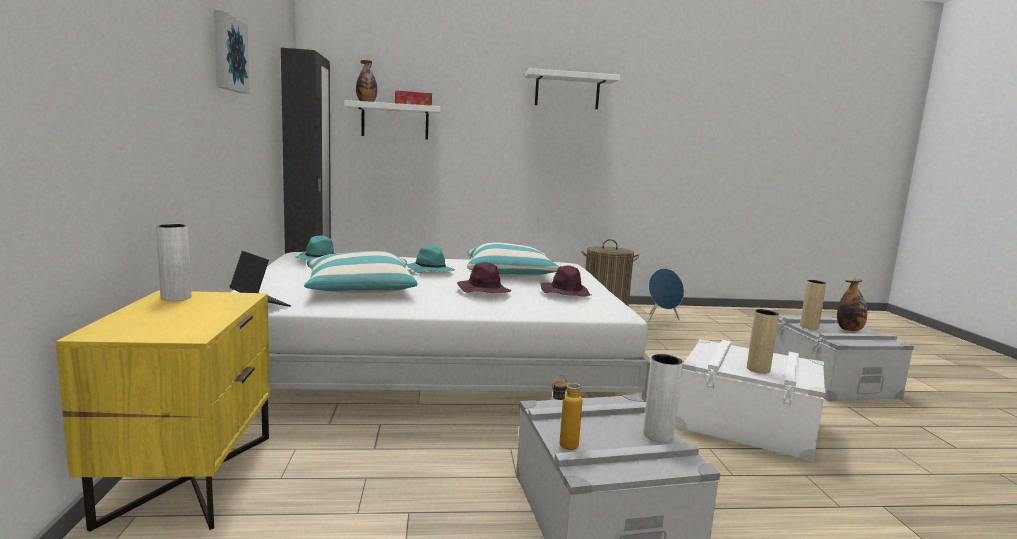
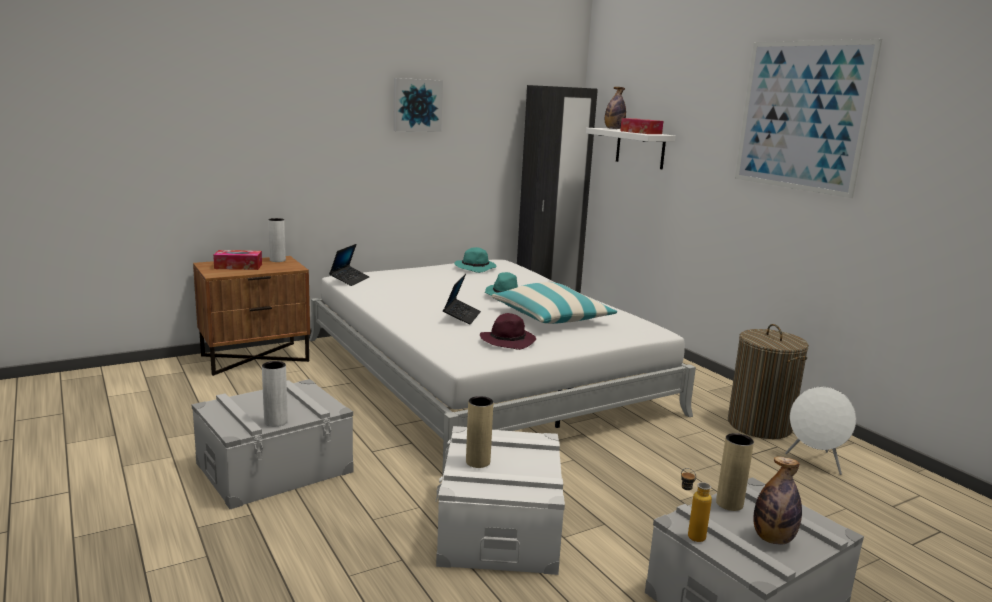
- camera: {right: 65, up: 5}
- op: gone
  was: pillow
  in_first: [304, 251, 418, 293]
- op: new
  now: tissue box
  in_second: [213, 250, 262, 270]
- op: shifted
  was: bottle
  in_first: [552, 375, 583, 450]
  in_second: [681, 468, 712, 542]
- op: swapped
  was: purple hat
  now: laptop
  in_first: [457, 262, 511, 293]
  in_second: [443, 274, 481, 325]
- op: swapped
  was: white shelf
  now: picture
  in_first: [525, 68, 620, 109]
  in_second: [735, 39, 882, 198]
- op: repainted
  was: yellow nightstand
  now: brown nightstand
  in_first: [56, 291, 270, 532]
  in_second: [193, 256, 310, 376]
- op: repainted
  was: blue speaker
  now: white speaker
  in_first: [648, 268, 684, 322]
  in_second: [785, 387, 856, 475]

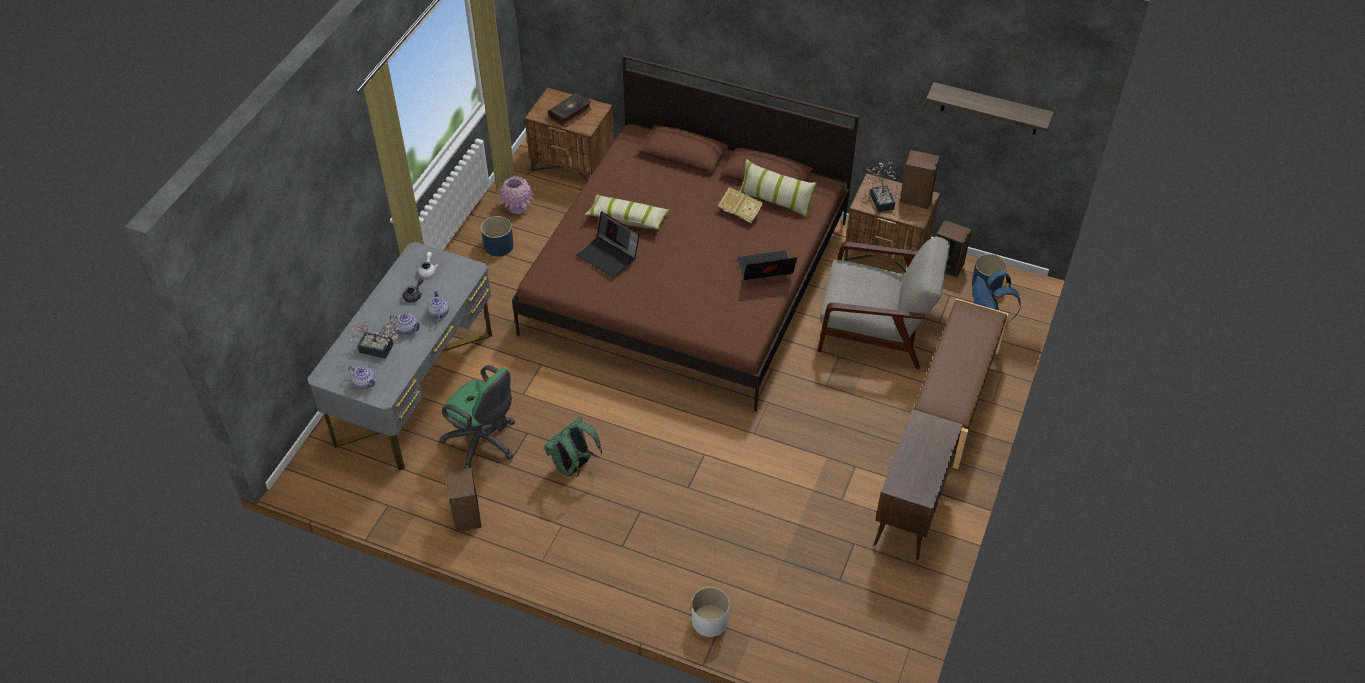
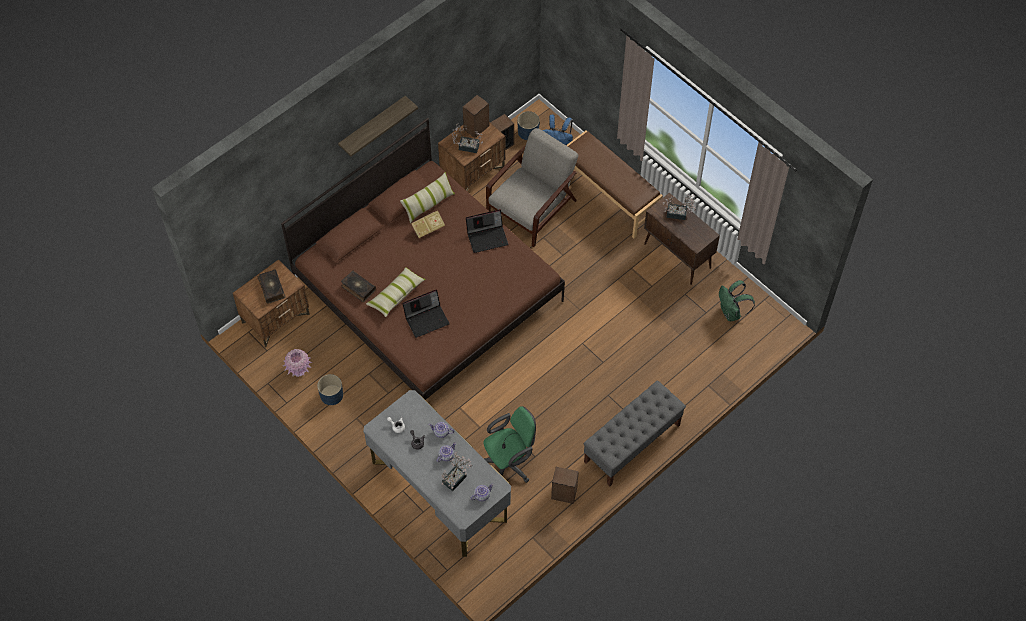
- camera: {right: -65, up: 10}
- op: gone
  was: white planter
  in_first: [691, 587, 730, 637]
- op: new
  now: book
  in_second: [341, 270, 376, 302]
- op: new
  now: grey bench
  in_second: [583, 380, 686, 487]
- op: new
  now: potted plant
  in_second: [663, 194, 696, 220]
- op: shifted
  was: green backpack
  in_first: [544, 417, 602, 478]
  in_second: [719, 280, 755, 321]
- op: shifted
  was: shelf
  in_first: [926, 82, 1054, 134]
  in_second: [338, 96, 418, 156]
- op: rotated
  was: laptop
  in_first: [737, 251, 797, 280]
  in_second: [466, 210, 508, 253]
  clockwise: -120

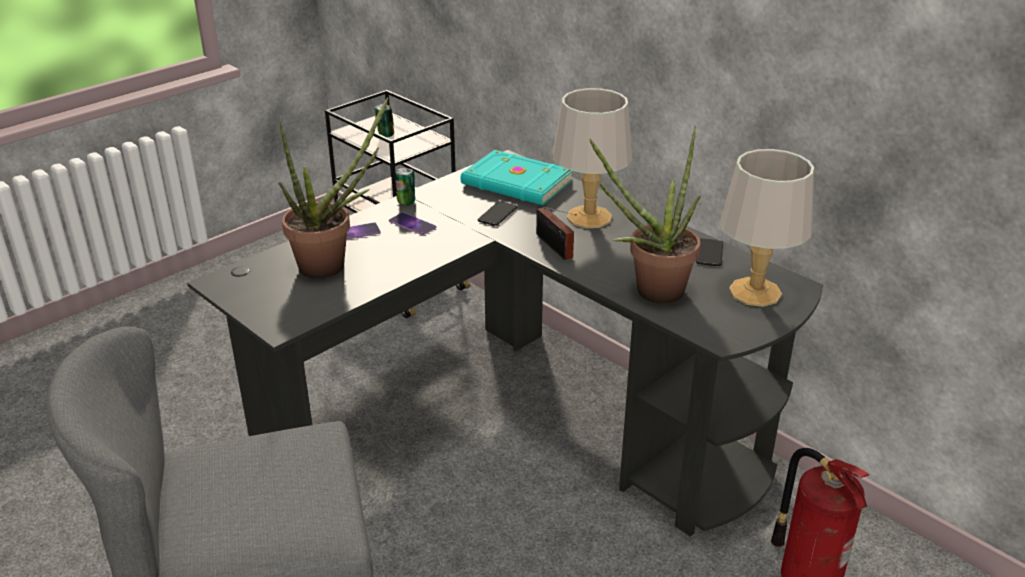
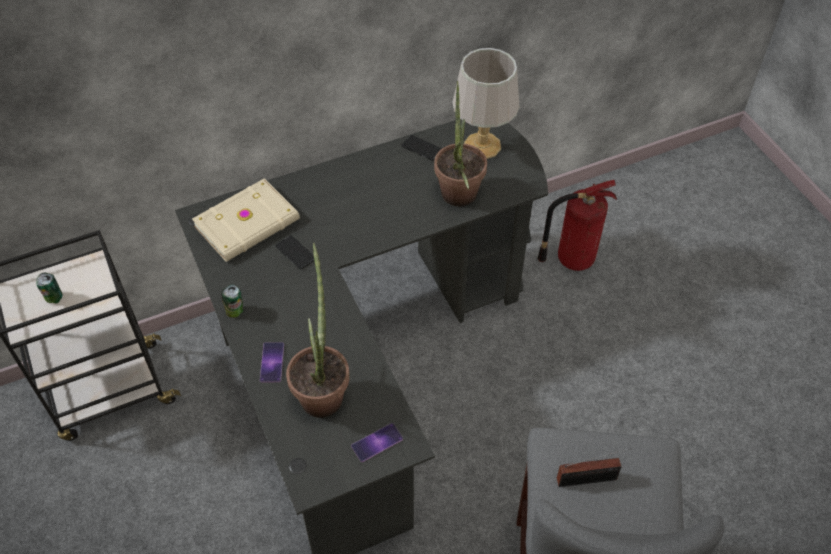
- camera: {right: -70, up: 20}
- op: gone
  was: grey table lamp
  in_first: [553, 88, 632, 228]
- op: shifted
  was: phone
  in_first: [389, 212, 437, 235]
  in_second: [351, 423, 403, 462]
- op: shifted
  was: radio
  in_first: [536, 207, 576, 260]
  in_second: [557, 448, 631, 487]
- op: repainted
  was: turquoise book
  now: beige book
  in_first: [461, 150, 573, 205]
  in_second: [192, 178, 300, 262]

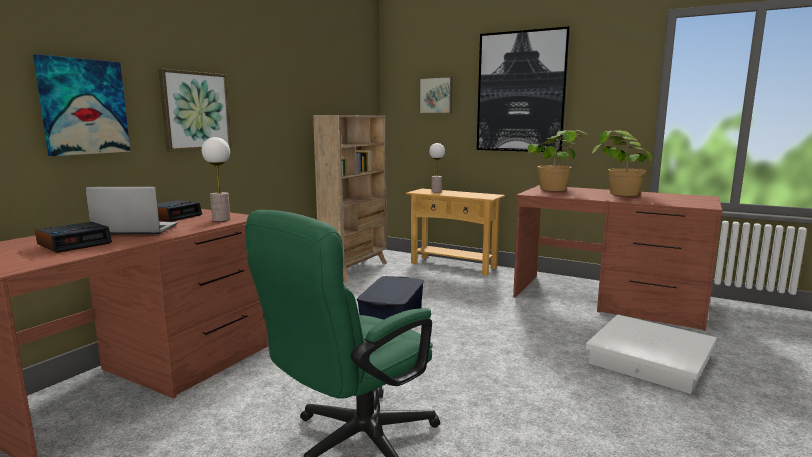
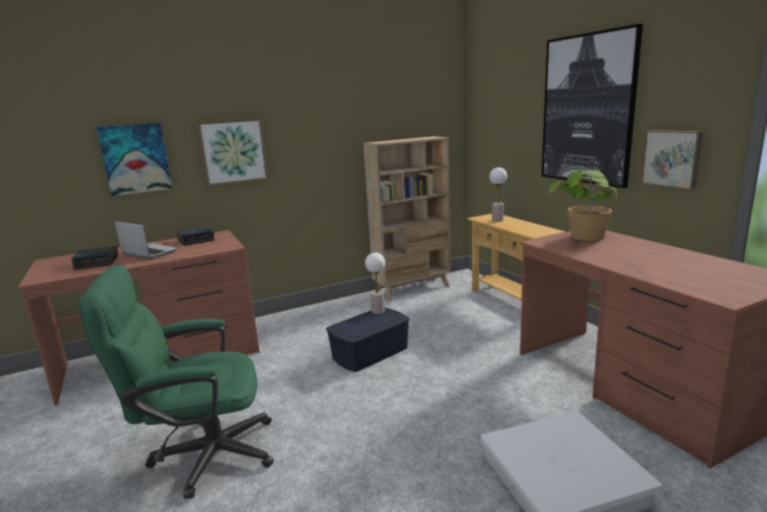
- camera: {right: 35, up: 5}
- op: gone
  was: potted plant
  in_first: [592, 130, 652, 196]
- op: shifted
  was: table lamp
  in_first: [202, 137, 230, 221]
  in_second: [365, 252, 385, 314]
- op: shifted
  was: picture
  in_first: [419, 77, 453, 114]
  in_second: [641, 130, 703, 190]

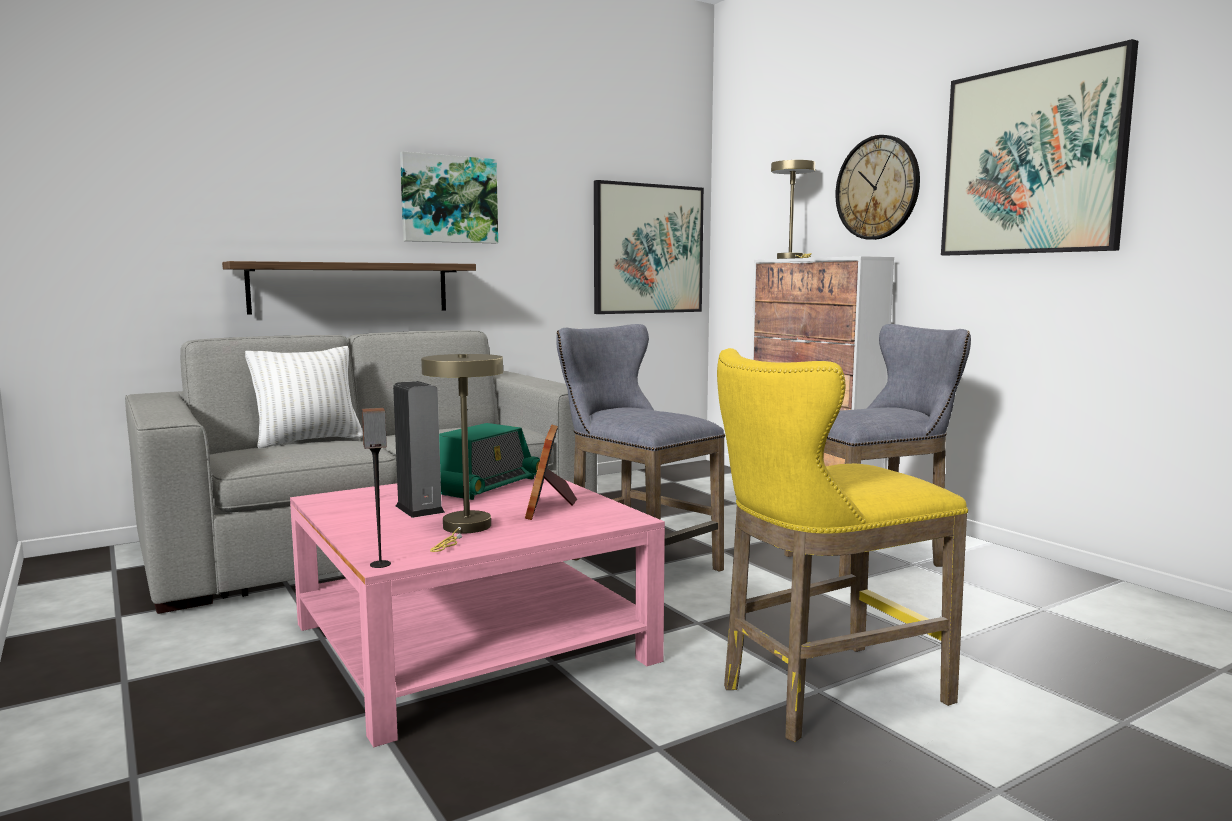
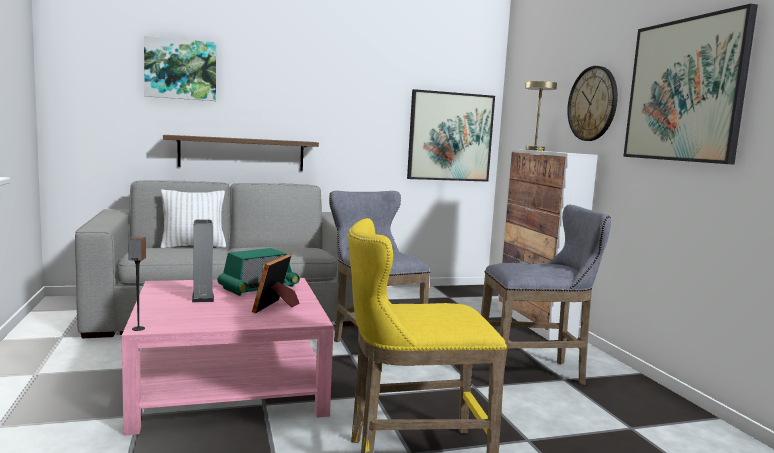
- camera: {right: 15, up: 0}
- op: gone
  was: beige table lamp
  in_first: [421, 354, 503, 552]
- op: shifted
  was: picture
  in_first: [400, 151, 498, 243]
  in_second: [144, 36, 216, 101]

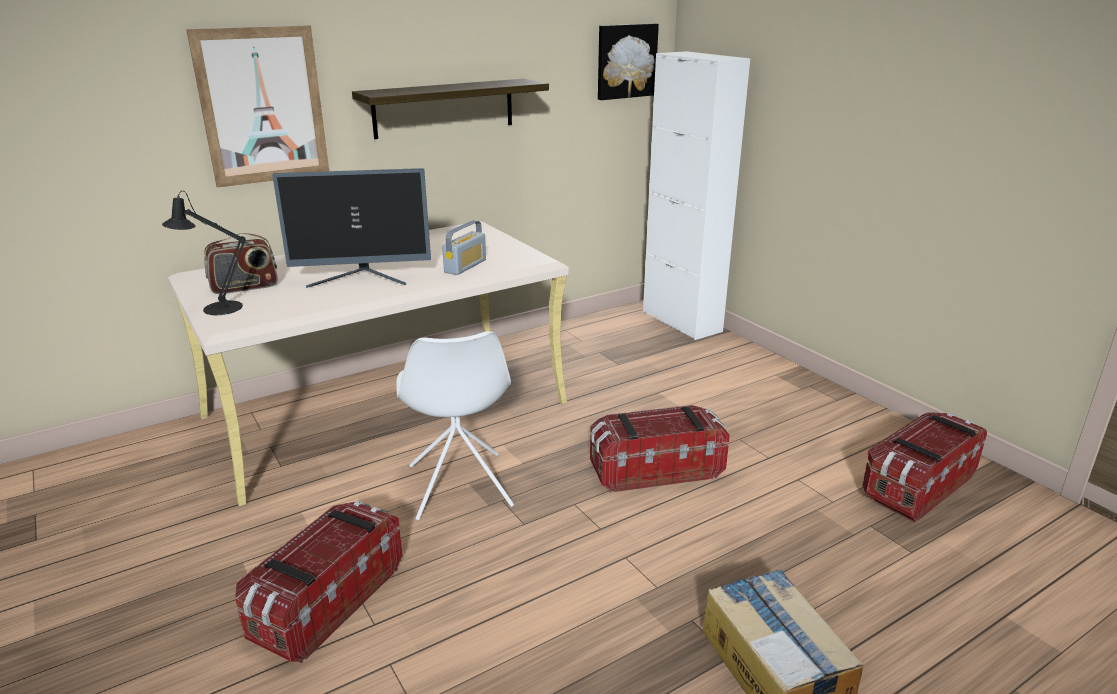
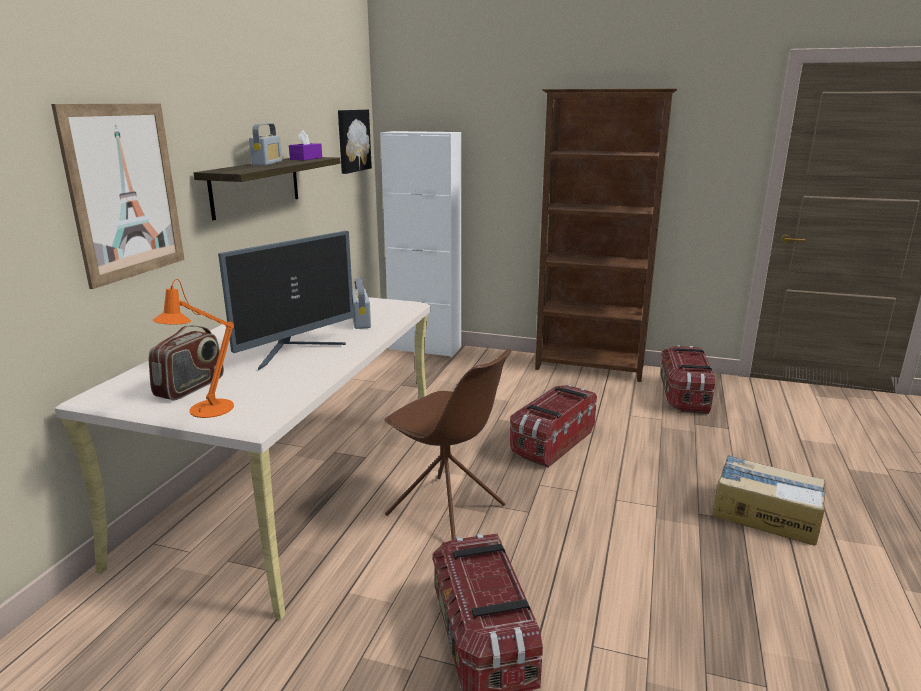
- camera: {right: -40, up: -5}
- op: new
  now: radio
  in_second: [249, 123, 282, 166]
- op: new
  now: purple tissue box
  in_second: [289, 130, 322, 160]
- op: new
  now: brown bookcase
  in_second: [535, 89, 677, 382]
- op: repainted
  was: black table lamp
  now: orange table lamp
  in_first: [162, 191, 246, 315]
  in_second: [152, 279, 234, 418]
- op: repainted
  was: white chair
  now: brown chair
  in_first: [396, 331, 514, 520]
  in_second: [384, 349, 511, 540]

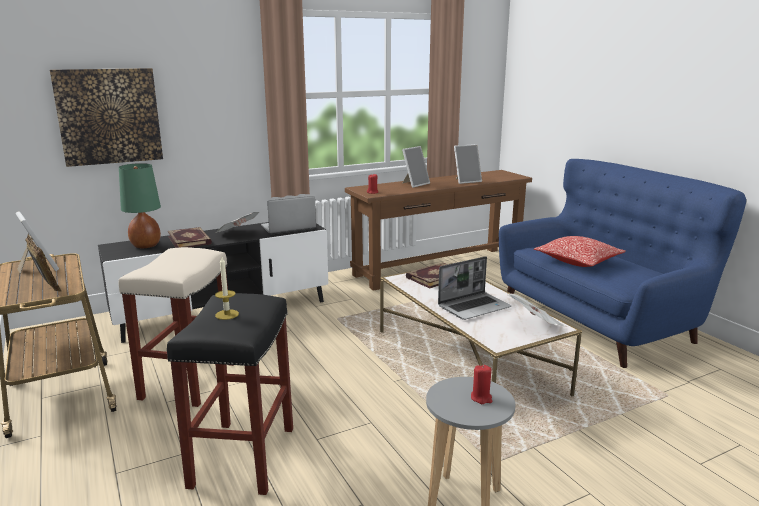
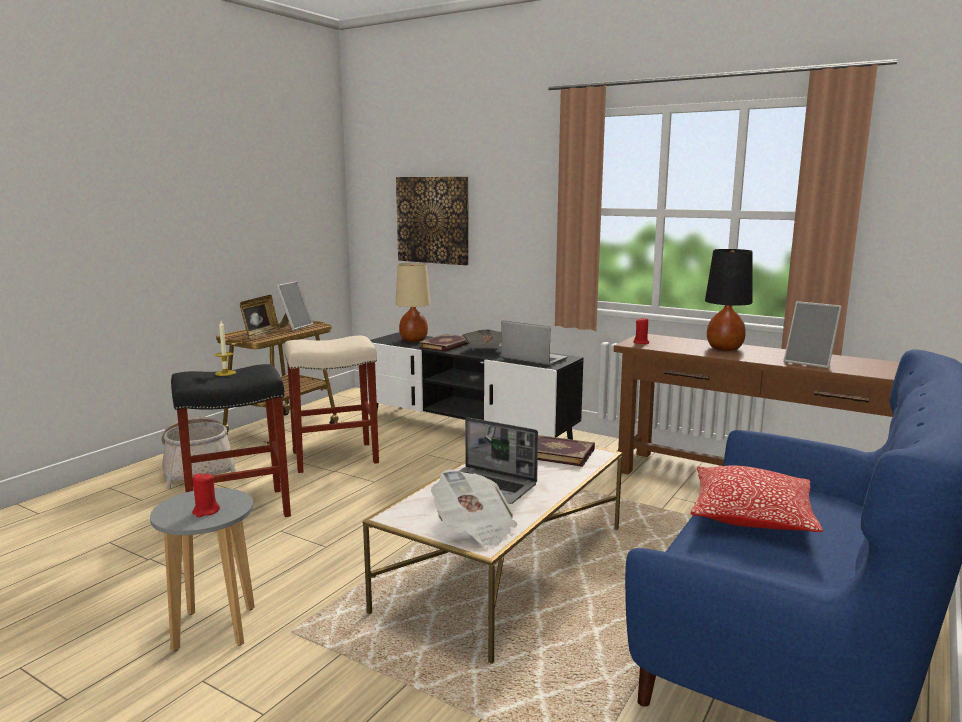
- camera: {right: 60, up: -5}
- op: new
  now: basket
  in_second: [162, 417, 236, 489]
- op: swapped
  was: picture frame
  now: black table lamp
  in_first: [402, 146, 430, 188]
  in_second: [705, 249, 753, 351]
- op: repainted
  was: green table lamp
  now: beige table lamp
  in_first: [119, 163, 161, 248]
  in_second: [395, 263, 431, 342]

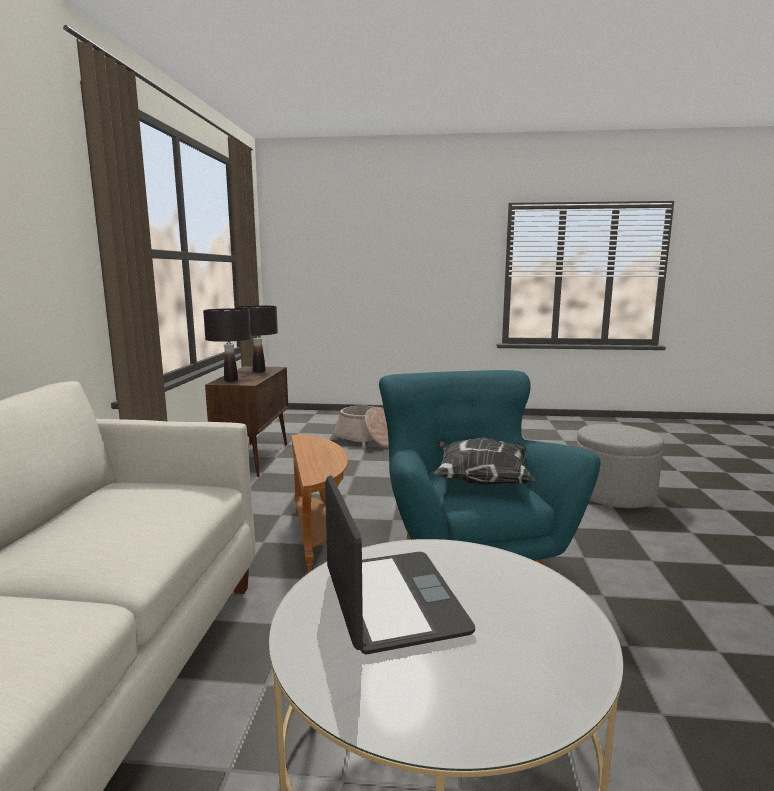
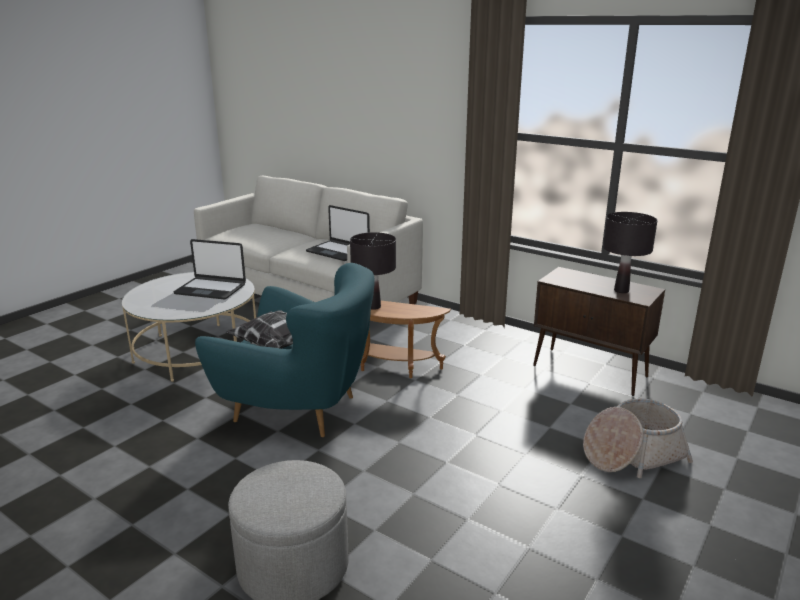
- camera: {right: 120, up: 10}
- op: new
  now: laptop
  in_second: [306, 205, 370, 261]
- op: shifted
  was: black table lamp
  in_first: [203, 308, 251, 381]
  in_second: [350, 232, 396, 310]

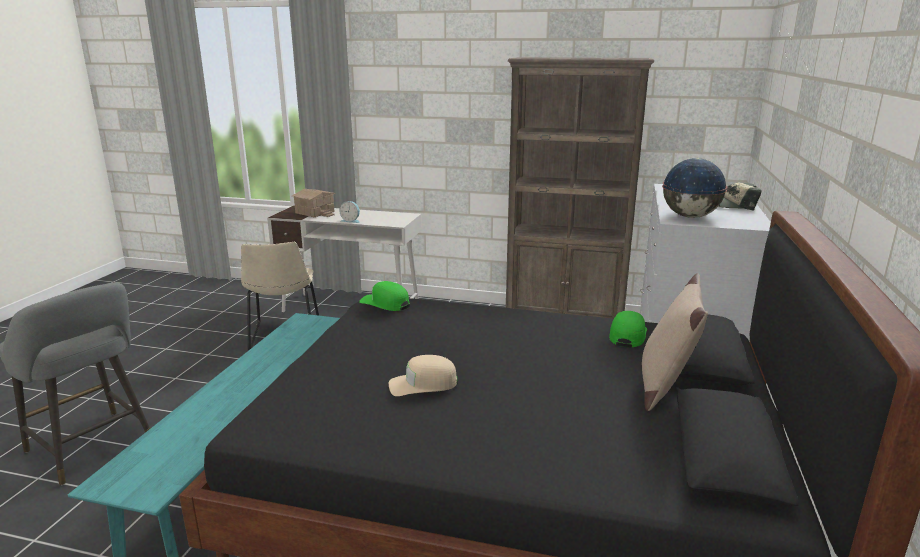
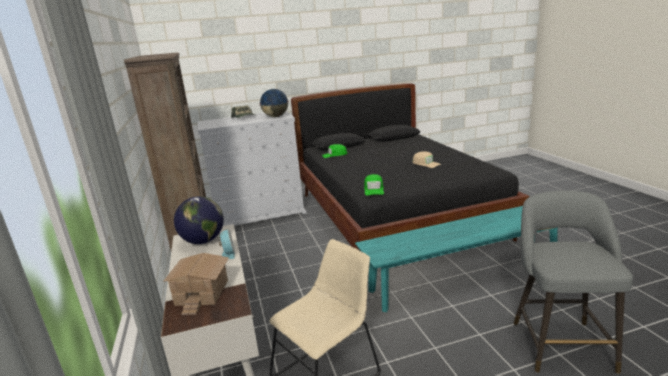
- camera: {right: -120, up: 0}
- op: gone
  was: beige pillow
  in_first: [642, 273, 708, 411]
- op: new
  now: globe
  in_second: [174, 196, 224, 244]

